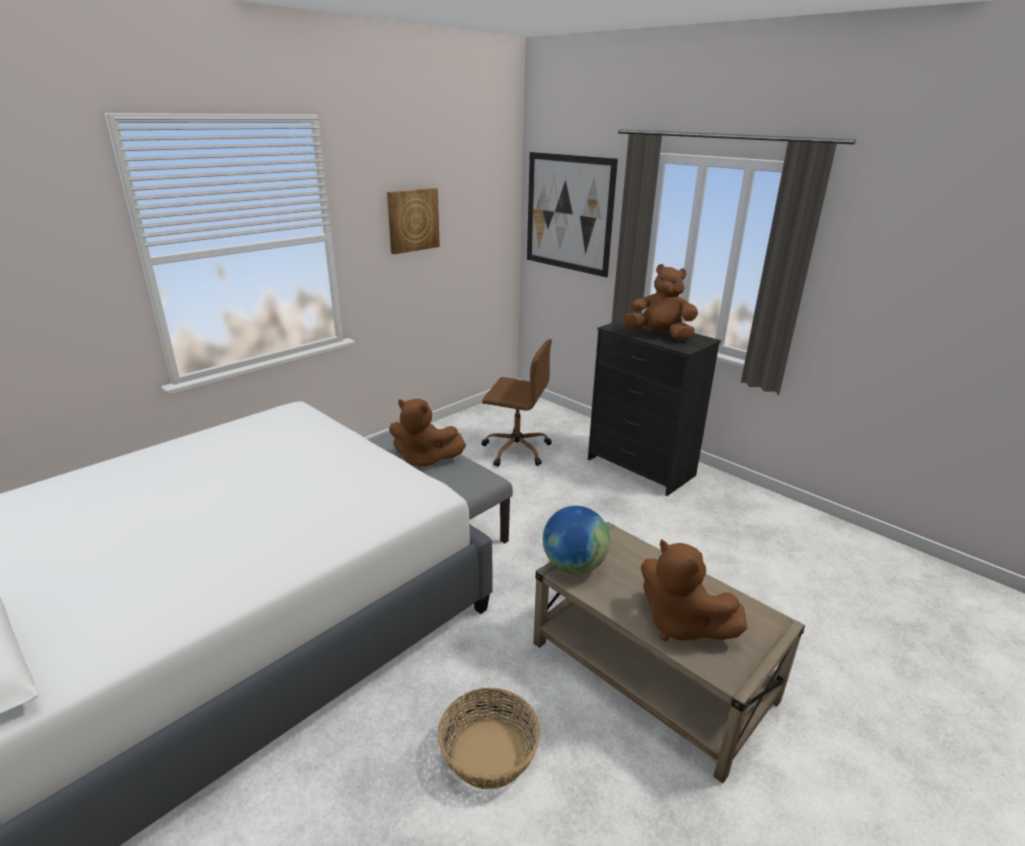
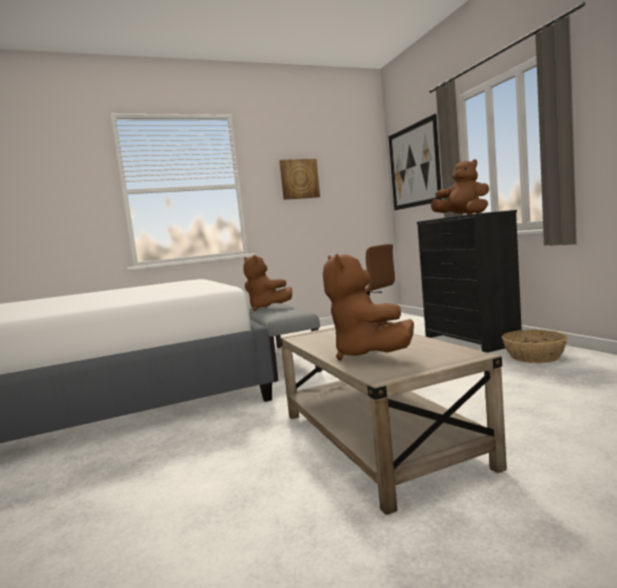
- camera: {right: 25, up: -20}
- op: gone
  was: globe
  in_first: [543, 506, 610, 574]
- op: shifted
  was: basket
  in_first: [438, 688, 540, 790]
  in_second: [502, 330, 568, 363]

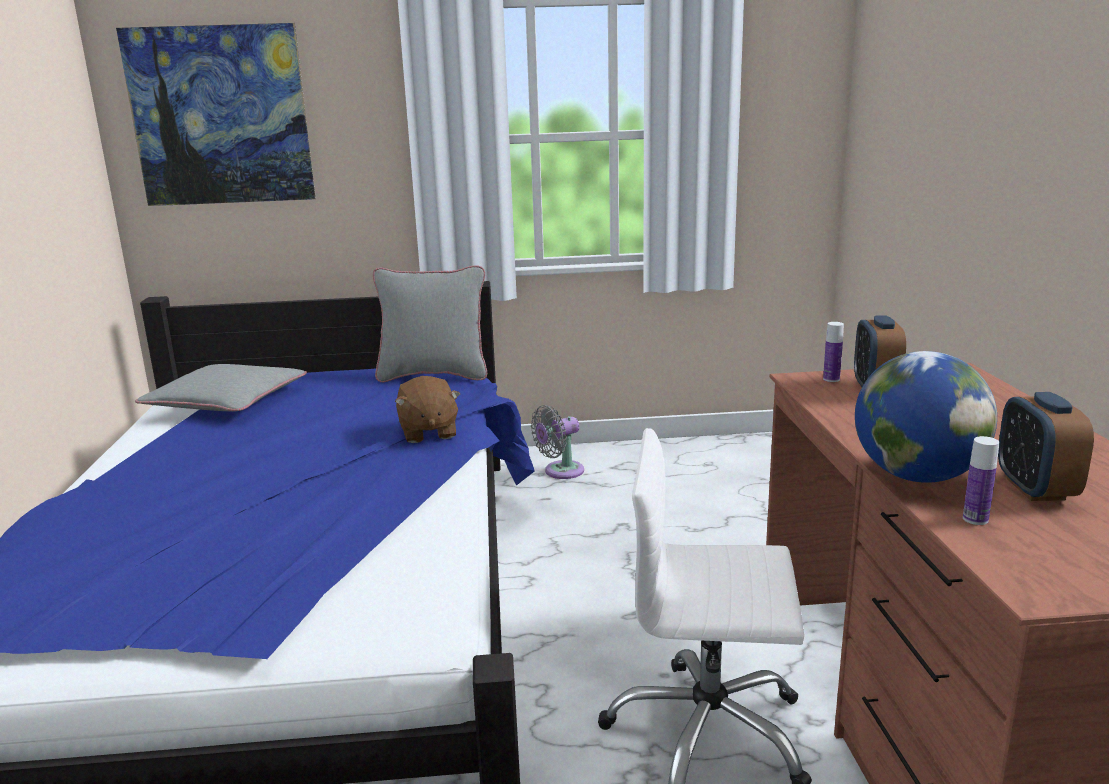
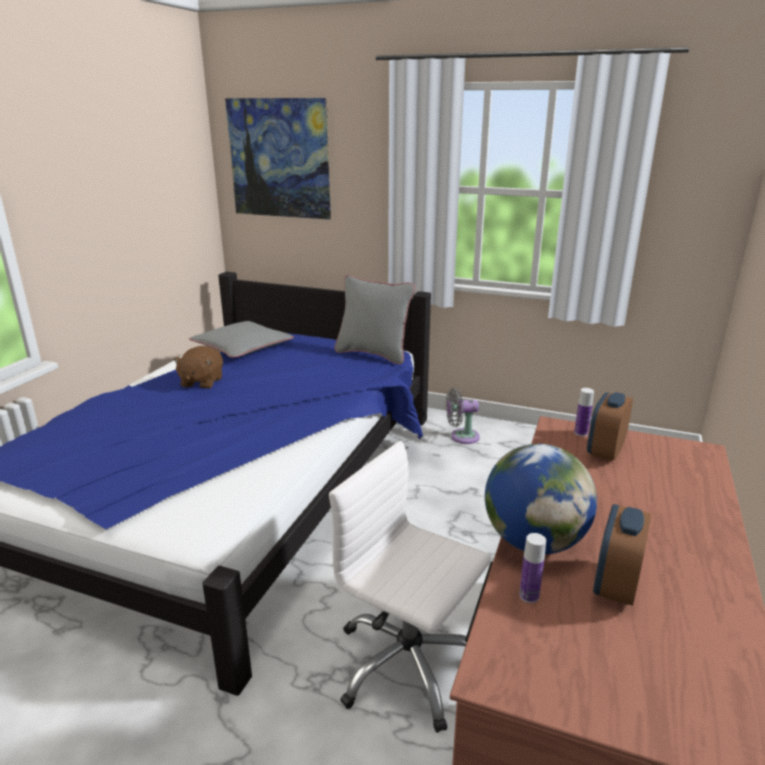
- camera: {right: 25, up: 5}
- op: shifted
  was: brown plush toy
  in_first: [395, 376, 460, 443]
  in_second: [173, 346, 223, 389]

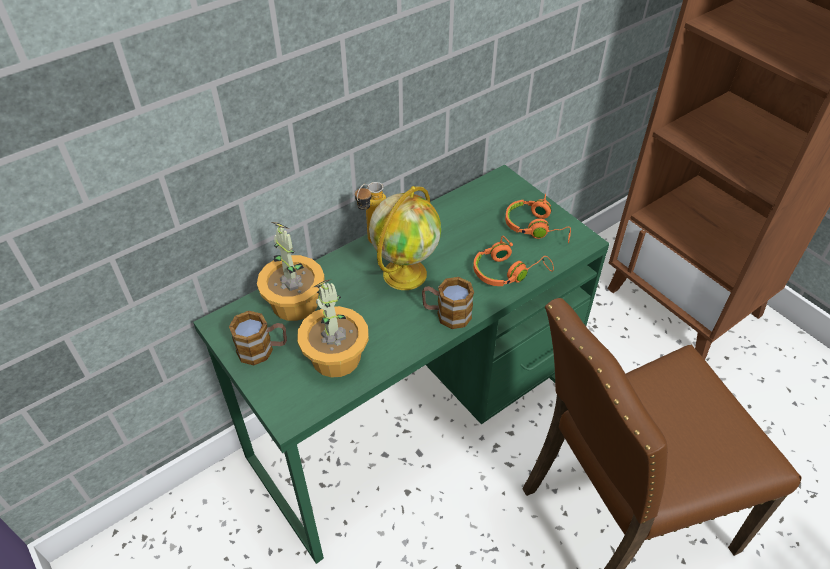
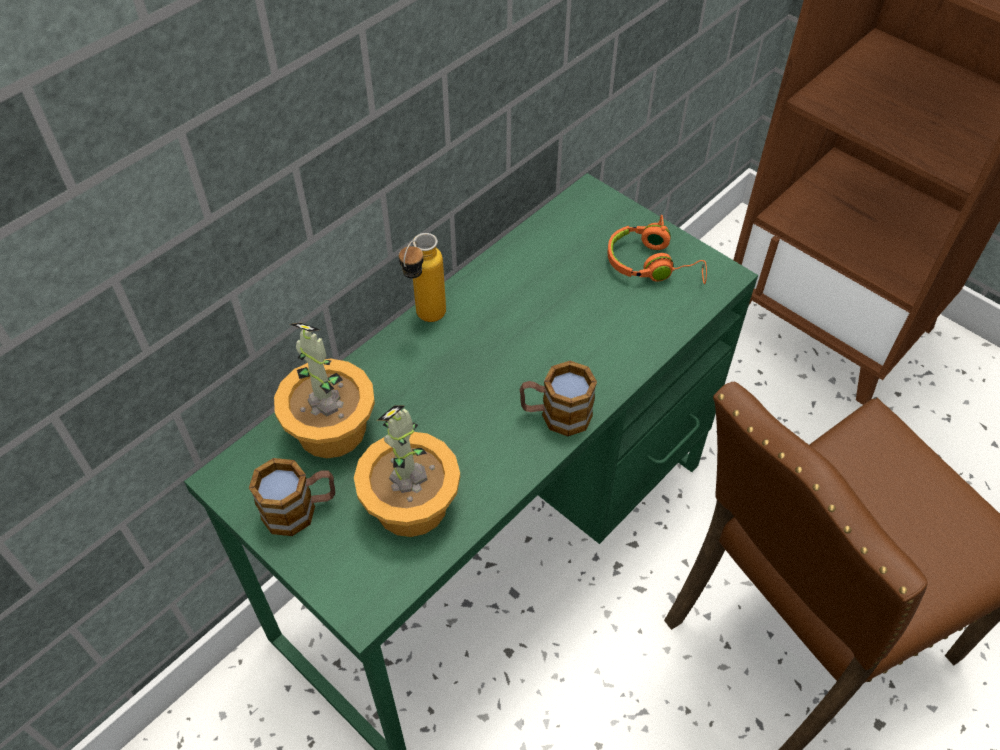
- camera: {right: -10, up: 5}
- op: gone
  was: globe
  in_first: [369, 186, 441, 290]
- op: gone
  was: orange headphones
  in_first: [473, 236, 554, 286]

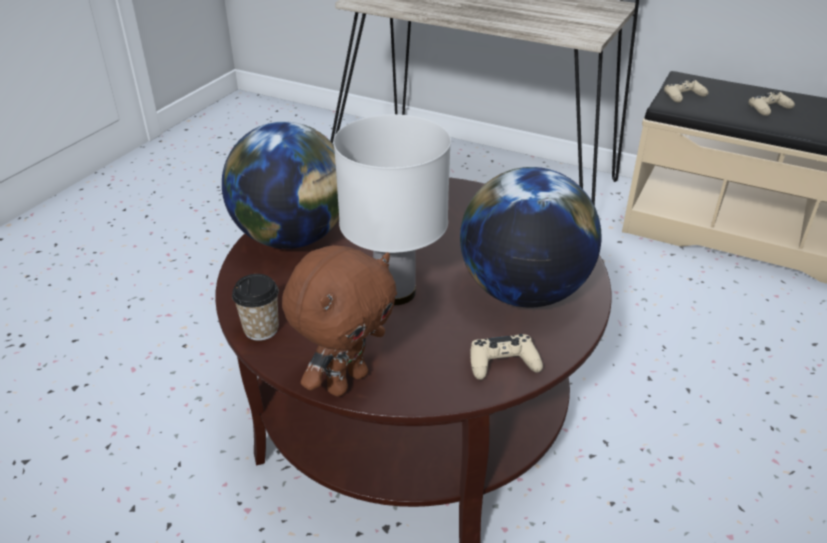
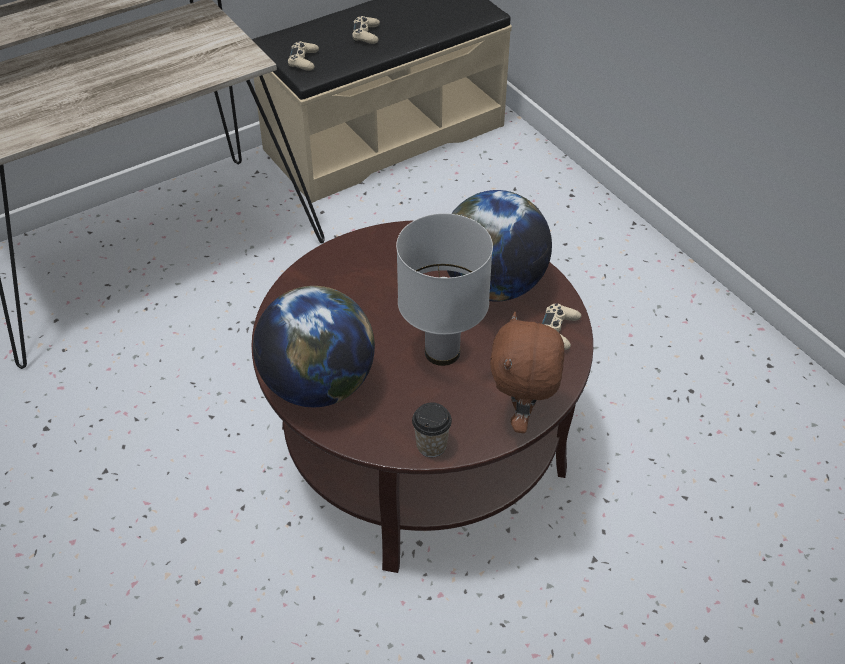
- camera: {right: -60, up: 10}
- op: rotated
  was: brown plush toy
  in_first: [282, 245, 397, 397]
  in_second: [490, 312, 564, 433]
  clockwise: -150

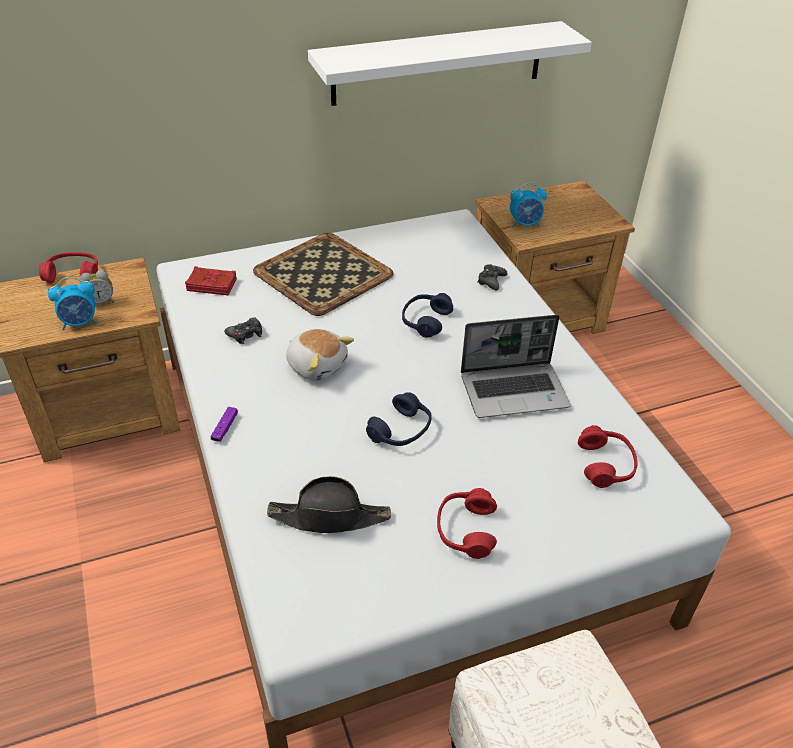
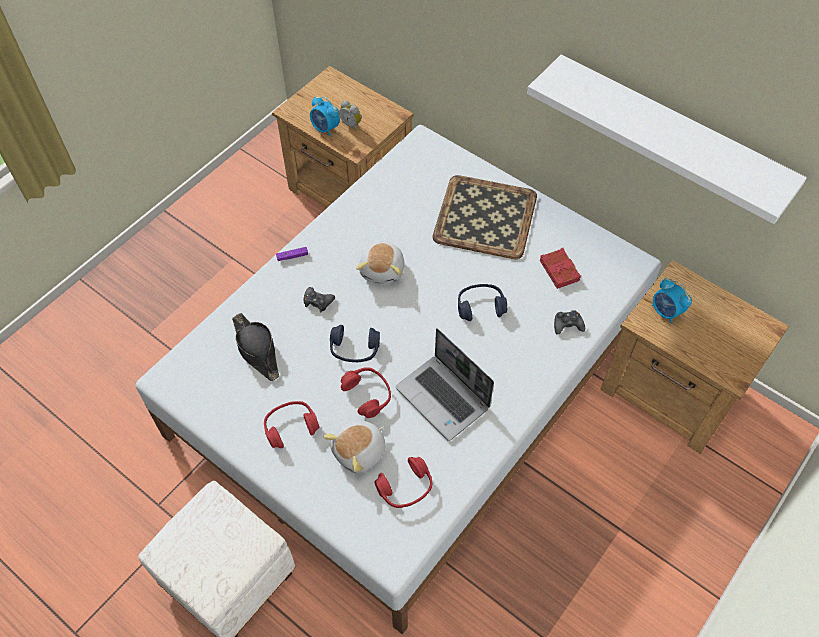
- camera: {right: 60, up: 15}
- op: new
  now: plush toy
  in_second: [324, 421, 386, 473]
- op: shifted
  was: red headphones
  in_first: [39, 252, 98, 284]
  in_second: [341, 367, 391, 418]
- op: shifted
  was: red book
  in_first: [185, 266, 237, 295]
  in_second: [540, 248, 581, 289]
- op: shifted
  was: black game controller
  in_first: [224, 317, 262, 344]
  in_second: [304, 287, 335, 312]

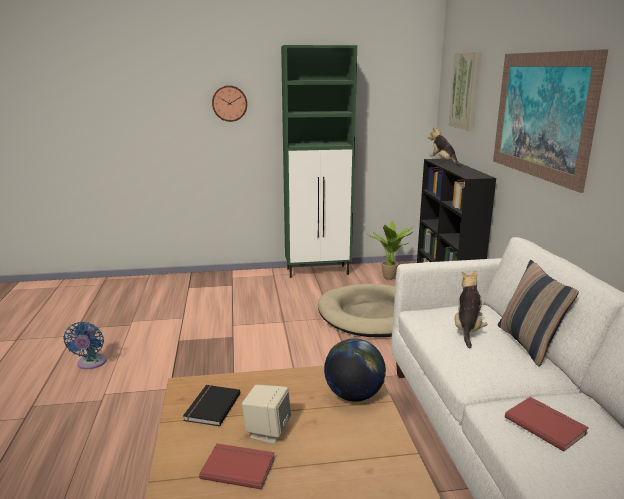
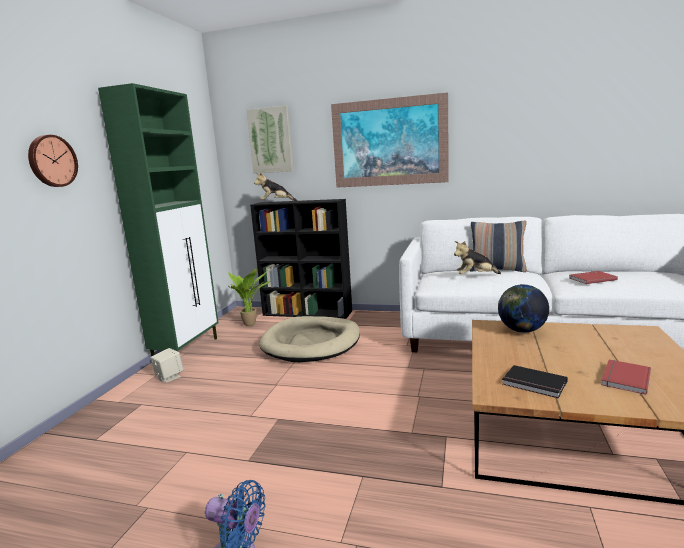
- camera: {right: -65, up: -5}
- op: shifted
  was: beige speaker
  in_first: [242, 385, 291, 444]
  in_second: [151, 348, 184, 382]
- op: rotated
  was: plush toy
  in_first: [454, 271, 487, 349]
  in_second: [454, 241, 501, 274]
  clockwise: -45

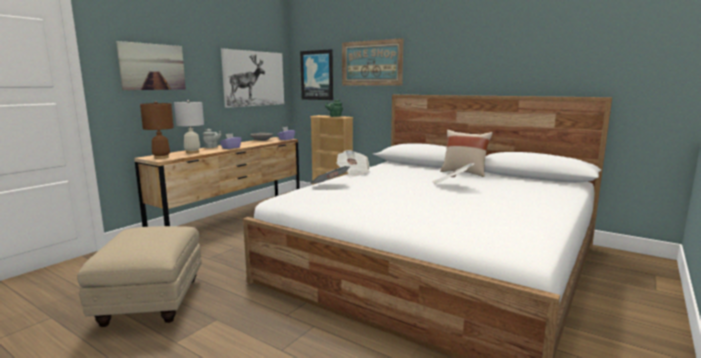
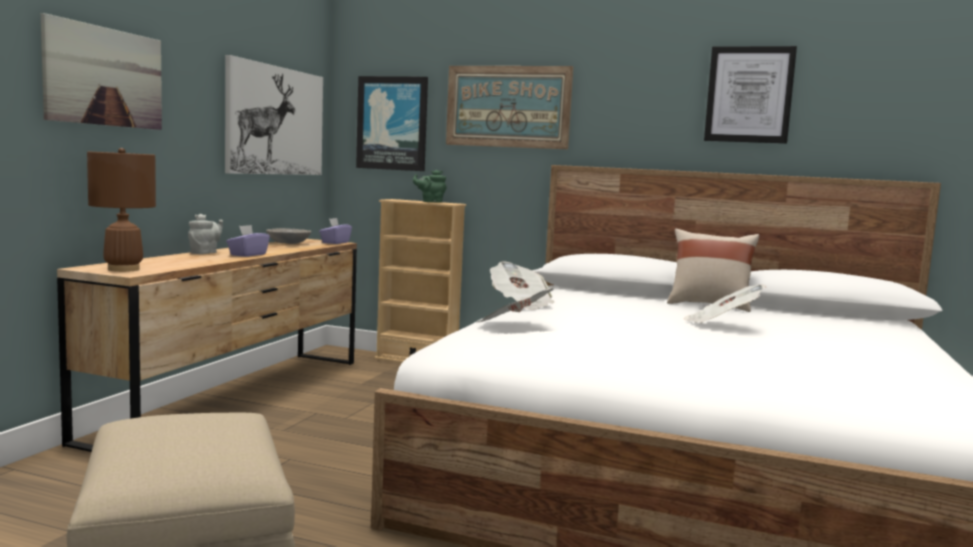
- camera: {right: -15, up: -5}
- op: gone
  was: white table lamp
  in_first: [174, 100, 204, 153]
- op: new
  now: picture
  in_second: [704, 46, 797, 144]

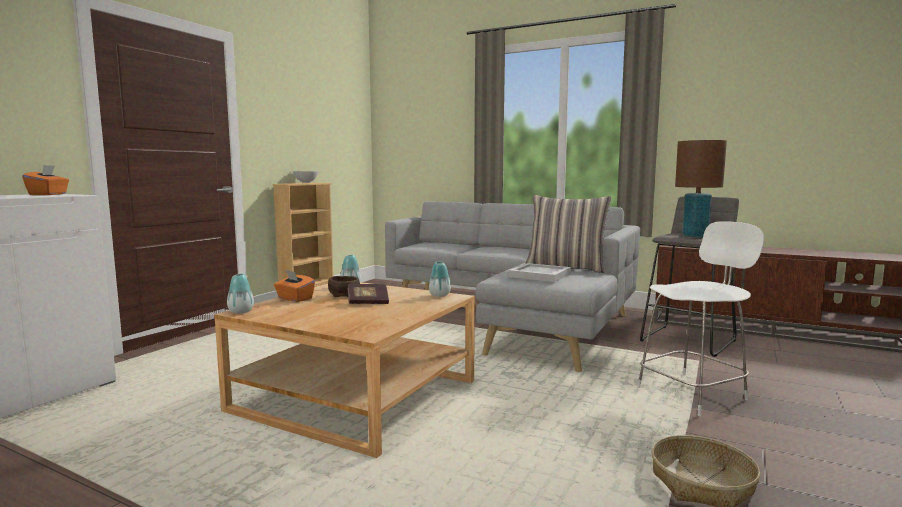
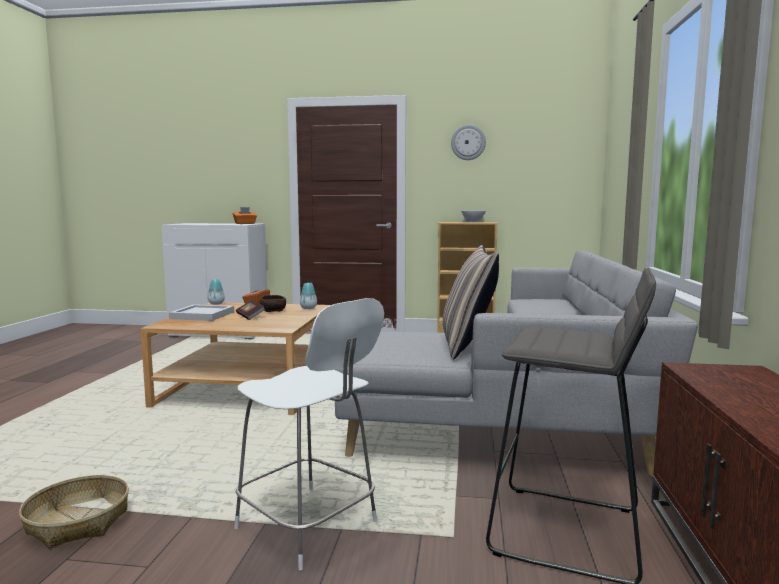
- camera: {right: 70, up: 0}
- op: gone
  was: vase
  in_first: [429, 261, 451, 297]
- op: gone
  was: brown table lamp
  in_first: [675, 140, 727, 237]
- op: new
  now: wall clock
  in_second: [451, 125, 486, 160]
- op: shifted
  was: white tray
  in_first: [509, 263, 571, 282]
  in_second: [169, 304, 234, 321]

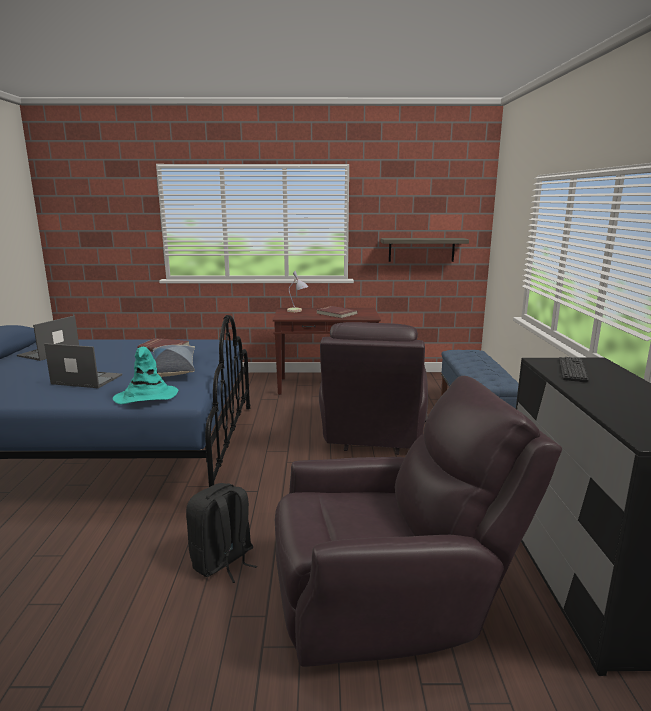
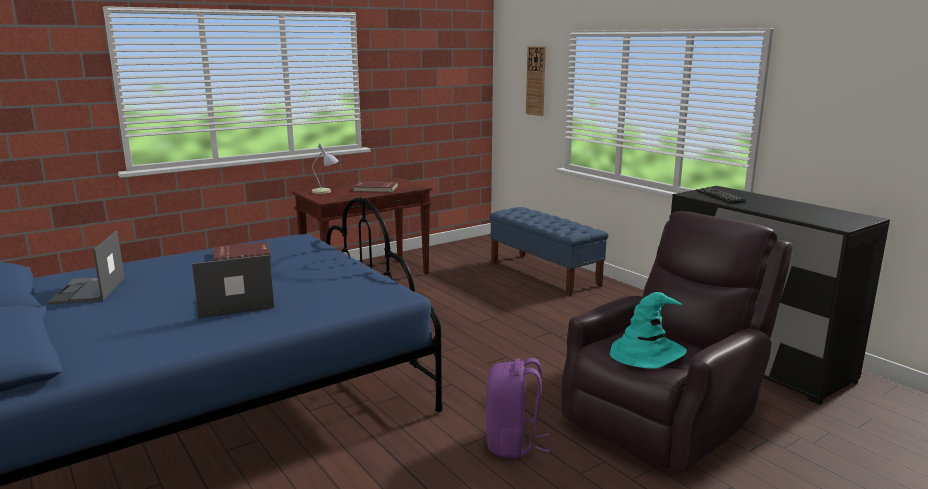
- camera: {right: -35, up: 0}
- op: gone
  was: pillow
  in_first: [153, 345, 195, 377]
- op: gone
  was: brown armchair
  in_first: [319, 322, 428, 455]
- op: gone
  was: shelf
  in_first: [381, 238, 469, 262]
- op: new
  now: wall clock
  in_second: [526, 47, 546, 116]
- op: shifted
  was: turquoise hat
  in_first: [113, 347, 178, 404]
  in_second: [610, 292, 687, 369]
- op: repainted
  was: black backpack
  now: purple backpack
  in_first: [186, 483, 257, 583]
  in_second: [486, 358, 550, 458]

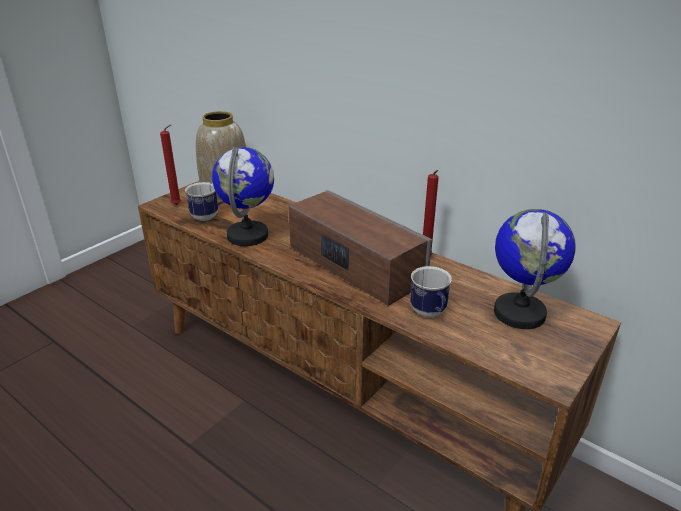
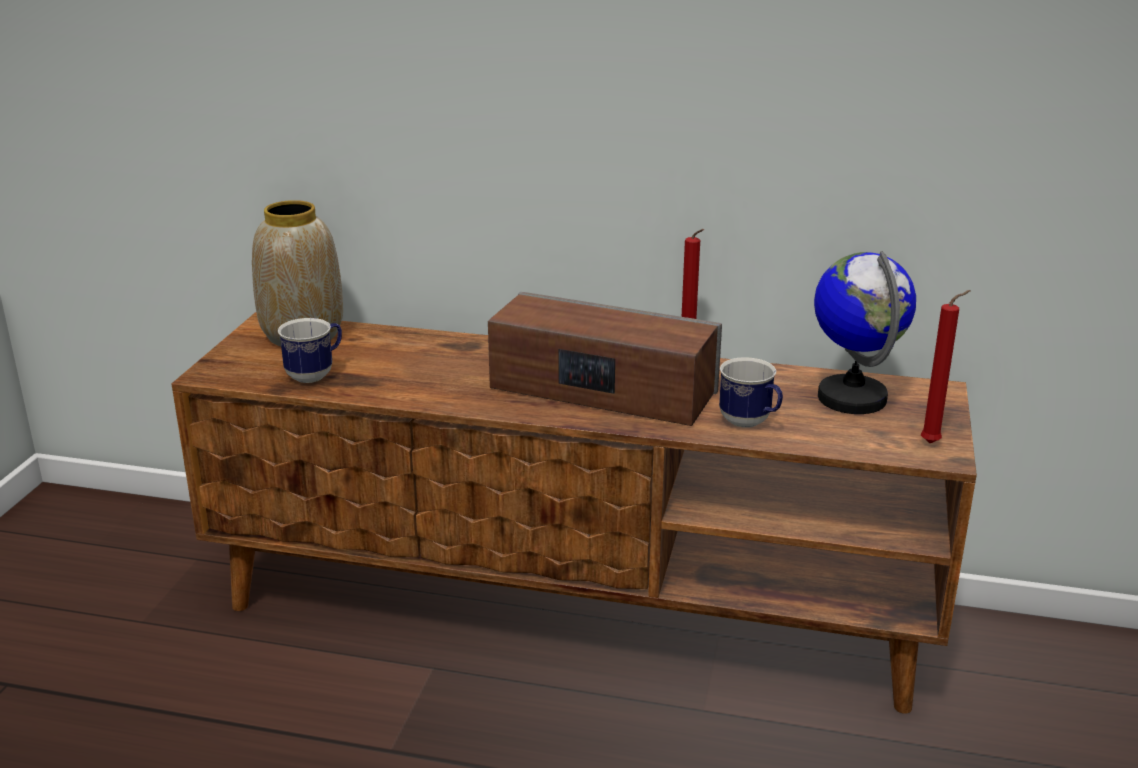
- camera: {right: -25, up: -5}
- op: gone
  was: globe
  in_first: [212, 146, 274, 246]
- op: shifted
  was: red candle
  in_first: [160, 124, 181, 205]
  in_second: [921, 290, 971, 443]

